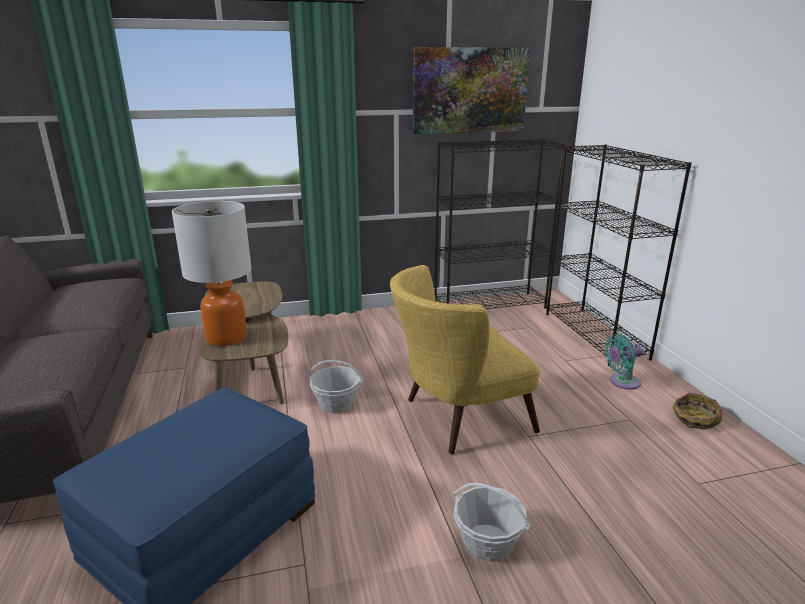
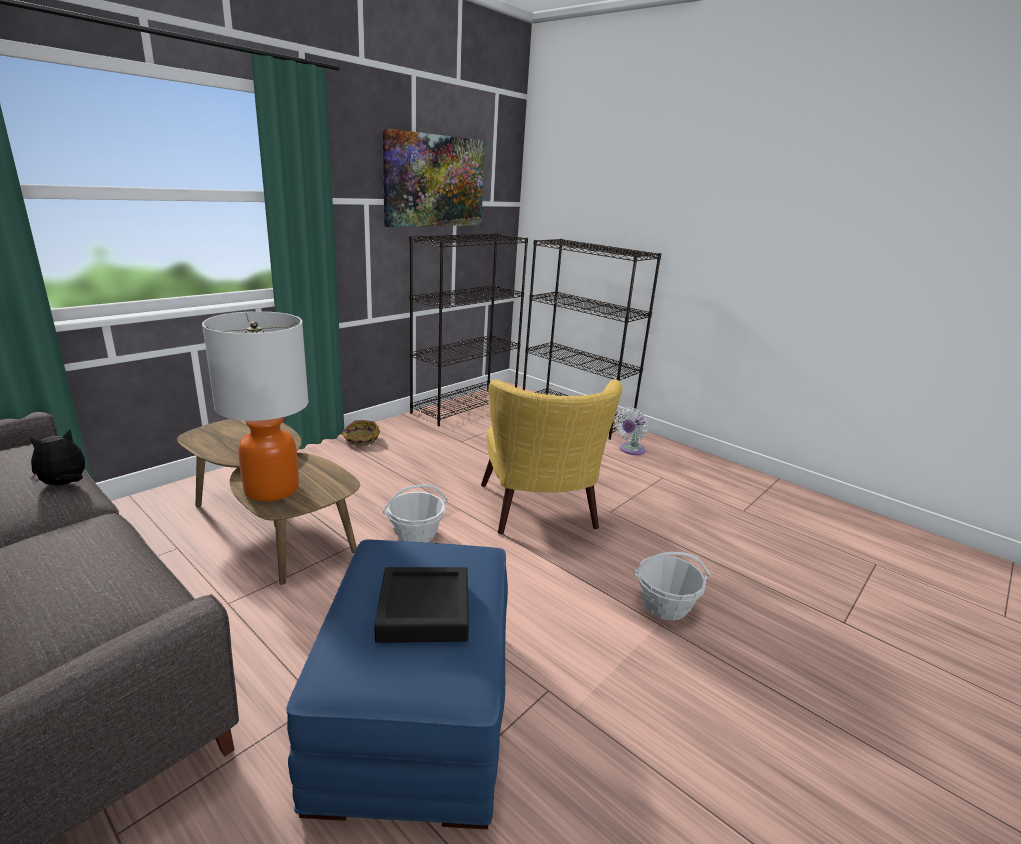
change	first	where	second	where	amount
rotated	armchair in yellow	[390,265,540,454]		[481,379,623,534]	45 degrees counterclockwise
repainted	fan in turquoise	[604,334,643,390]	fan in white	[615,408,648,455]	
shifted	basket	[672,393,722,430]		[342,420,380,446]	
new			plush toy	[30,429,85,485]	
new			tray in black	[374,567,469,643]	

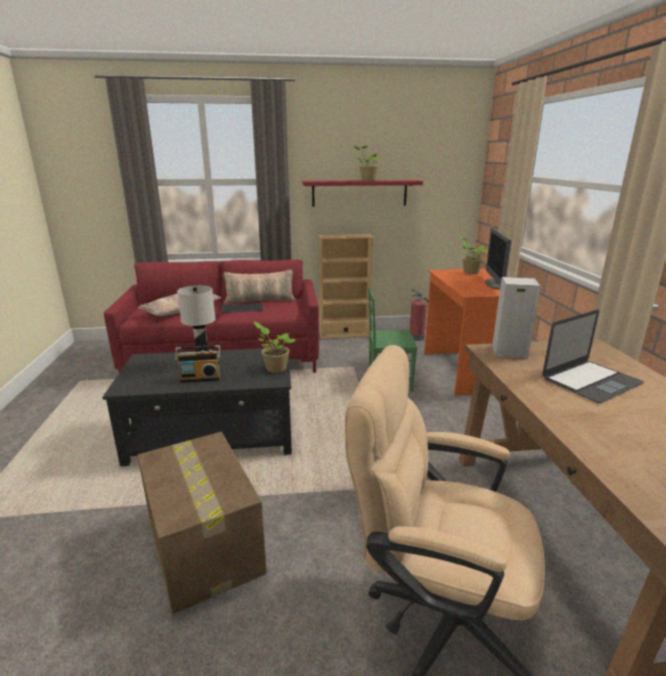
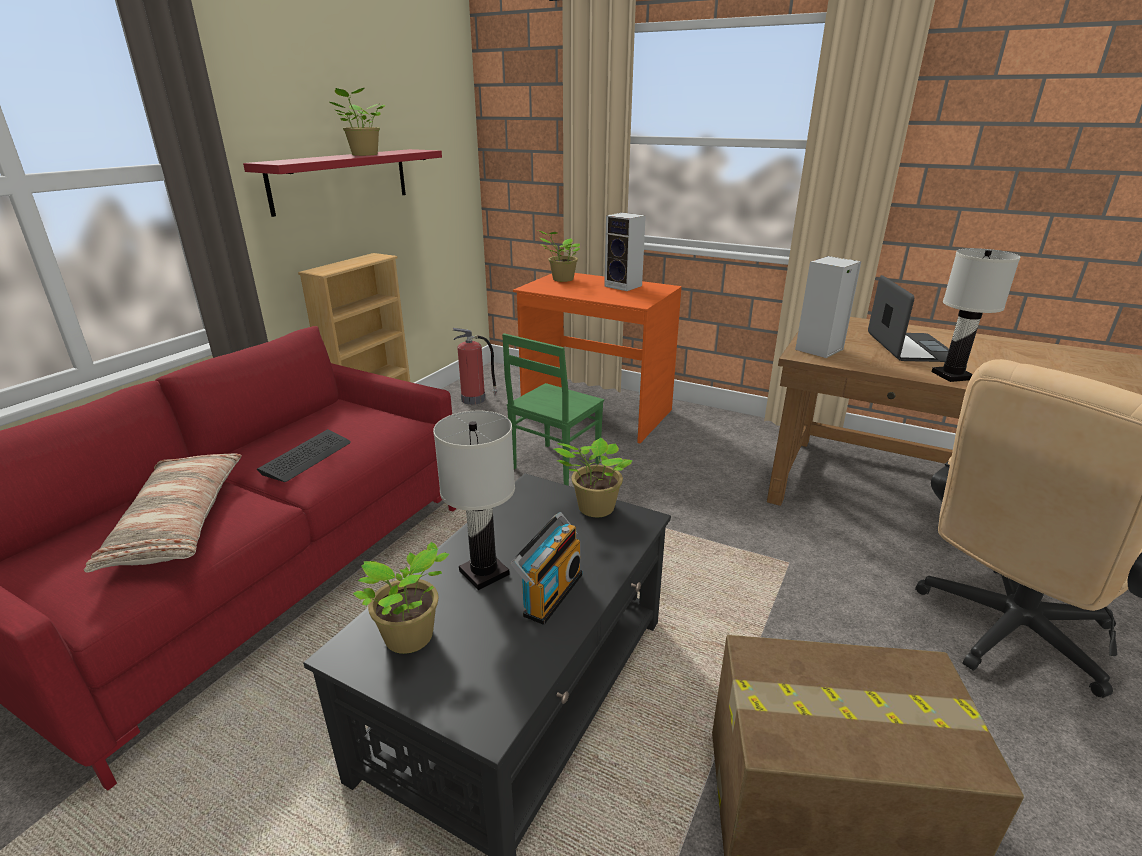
change	first	where	second	where	amount
gone	pillow	[223,270,295,304]			
swapped	monitor	[485,228,512,289]	speaker	[604,212,646,291]	
new			potted plant	[353,542,449,654]	
new			table lamp in white	[931,248,1020,382]	

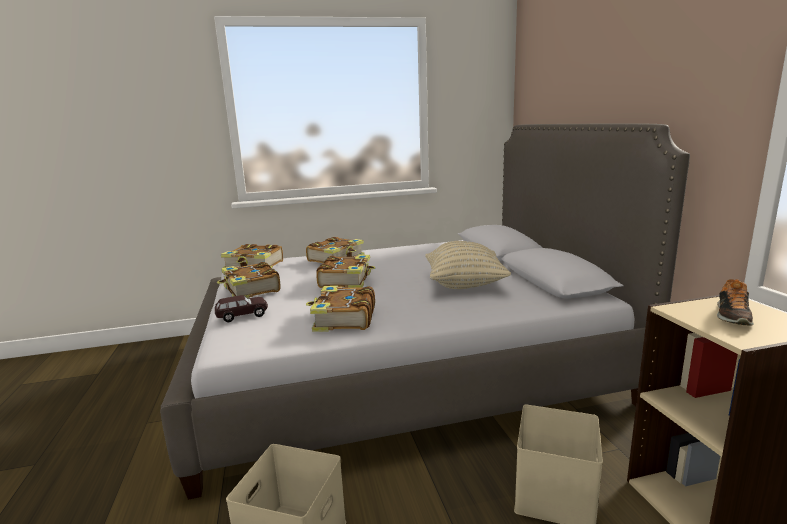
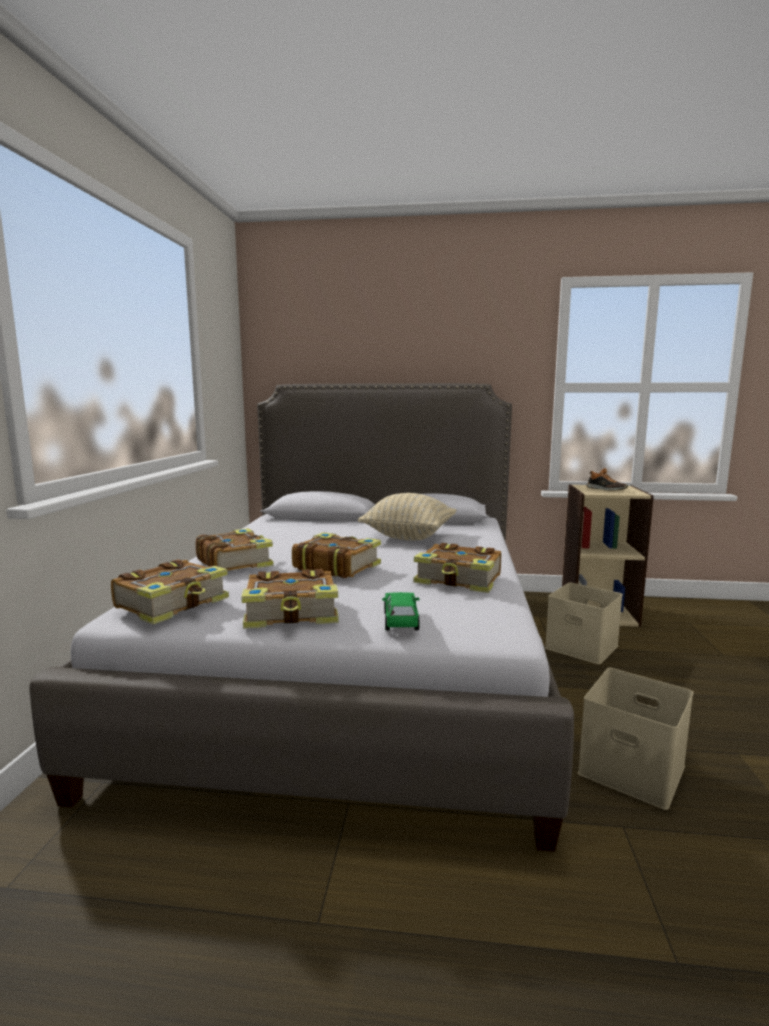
change	first	where	second	where	amount
repainted	toy car in brown	[215,295,268,322]	toy car in green	[382,592,420,630]	

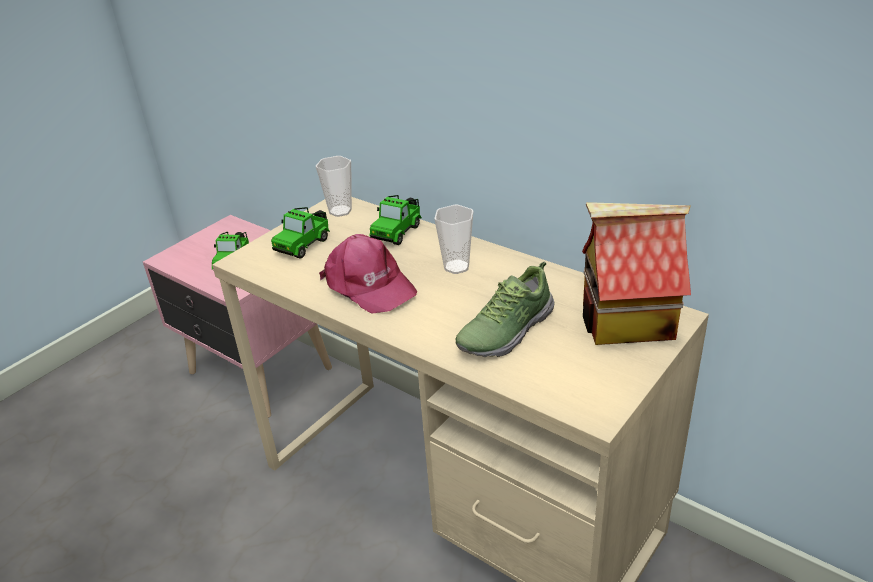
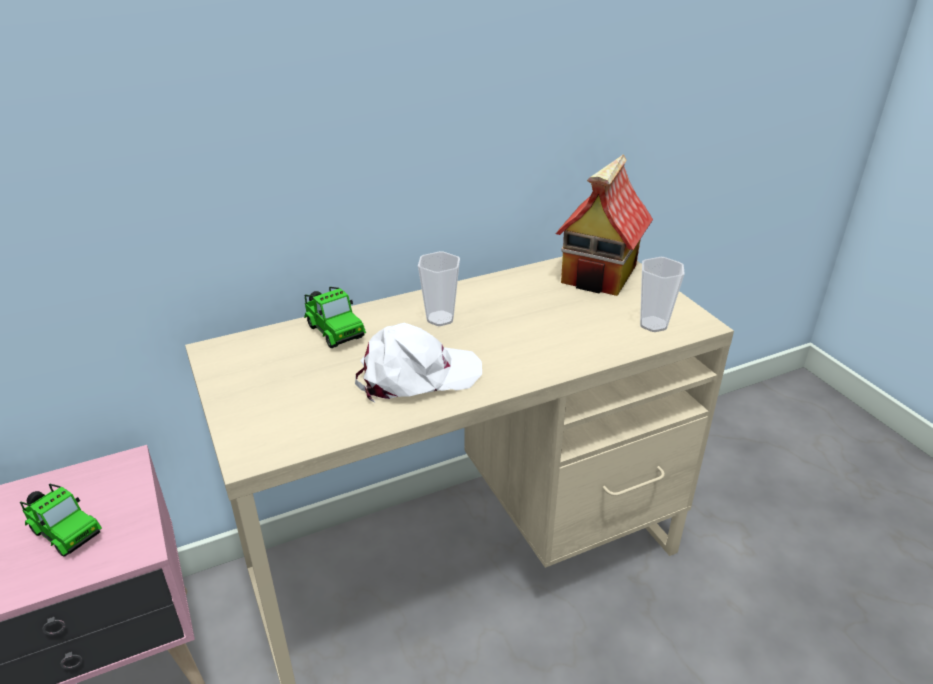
change	first	where	second	where	amount
gone	toy car	[271,207,330,259]			
shifted	cup	[316,156,352,217]		[640,257,685,332]	
repainted	cap in pink	[319,234,417,314]	cap in white	[355,323,482,402]	
gone	shoe	[455,262,554,357]			

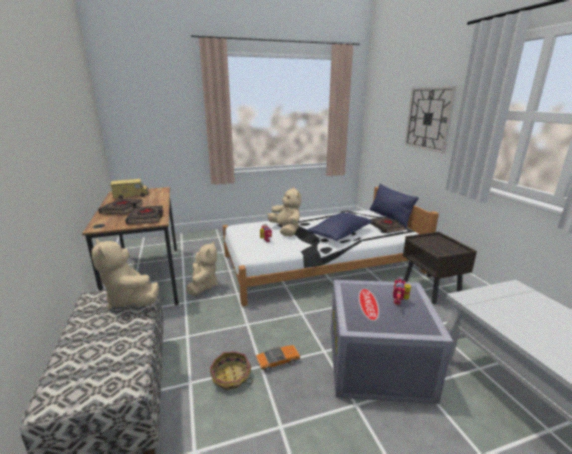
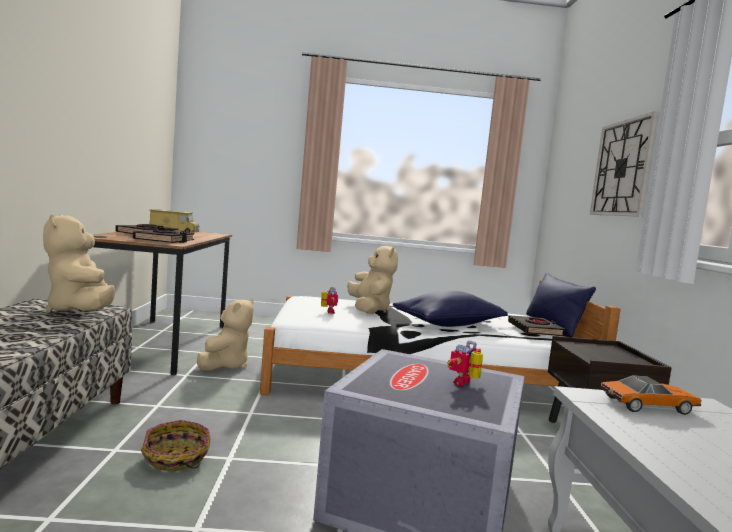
change	first	where	second	where	amount
shifted	toy car	[256,345,300,372]		[601,375,702,415]	

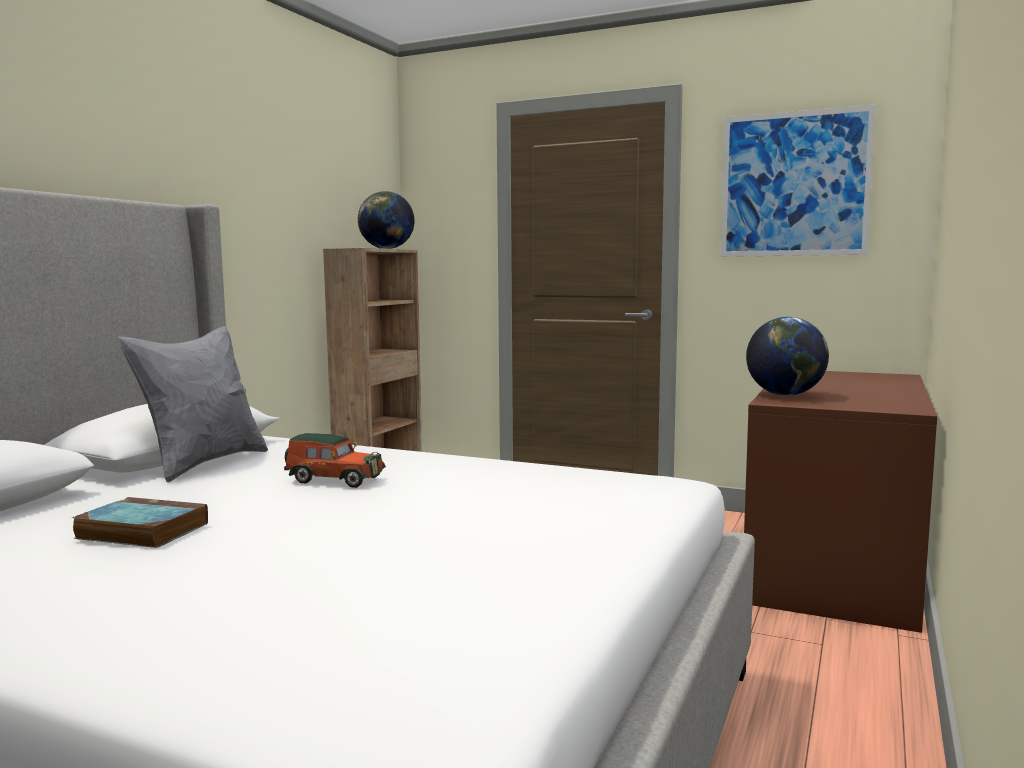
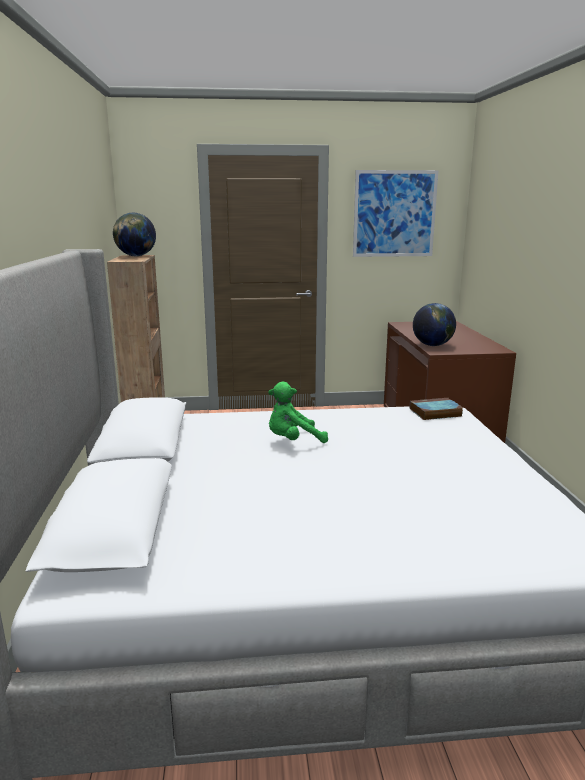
change	first	where	second	where	amount
shifted	book	[72,497,208,548]		[410,398,463,420]	
gone	pillow in grey	[118,325,268,482]			
swapped	toy car	[284,433,386,488]	plush toy in green	[268,382,328,443]	

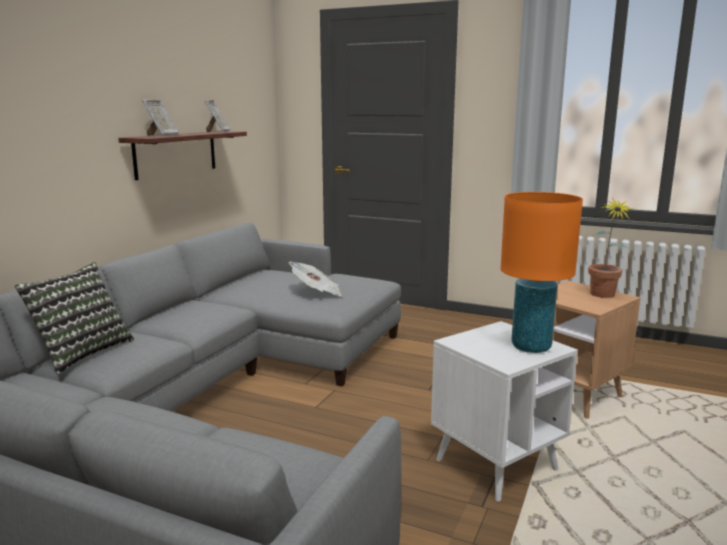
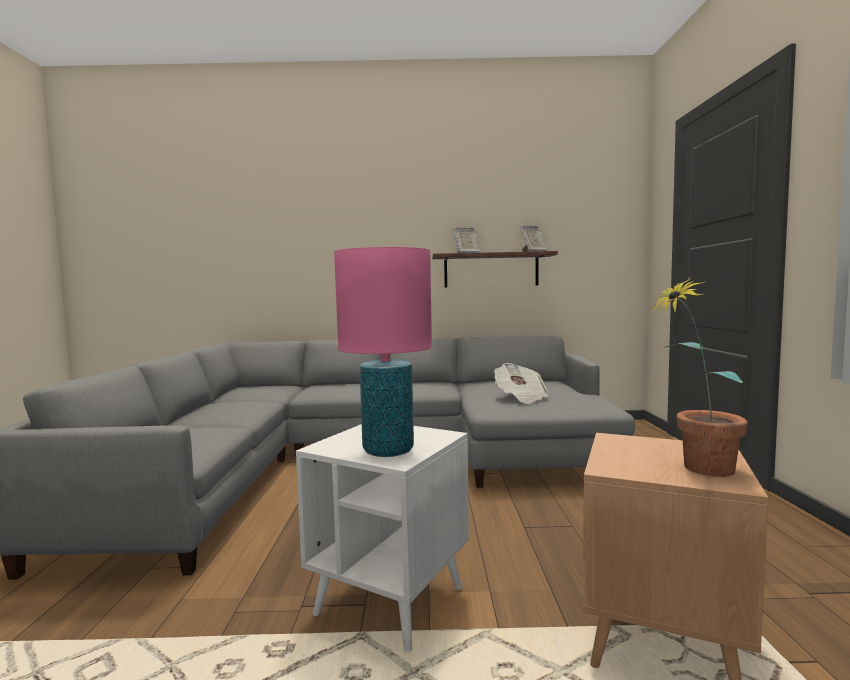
change	first	where	second	where	amount
gone	pillow	[15,262,134,374]			
repainted	table lamp in orange	[501,192,583,353]	table lamp in pink	[334,247,432,457]	

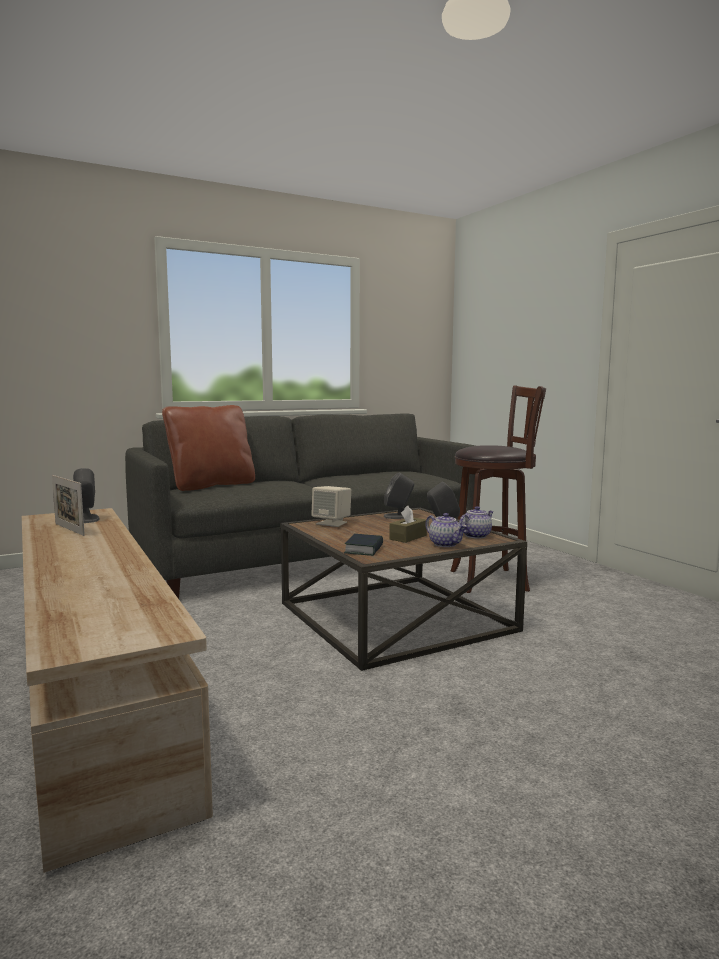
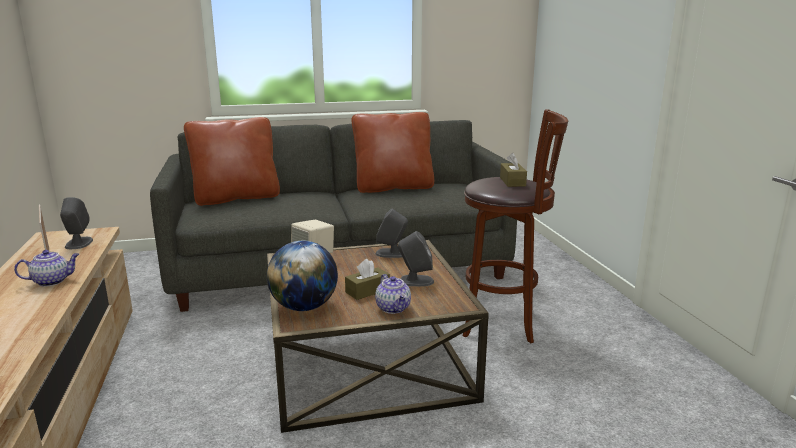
change	first	where	second	where	amount
swapped	book	[344,534,383,556]	globe	[267,241,338,311]	
shifted	teapot	[459,506,494,539]		[14,250,79,287]	
new			pillow in brown	[352,112,434,193]	
new			tissue box in brown	[500,153,527,187]	

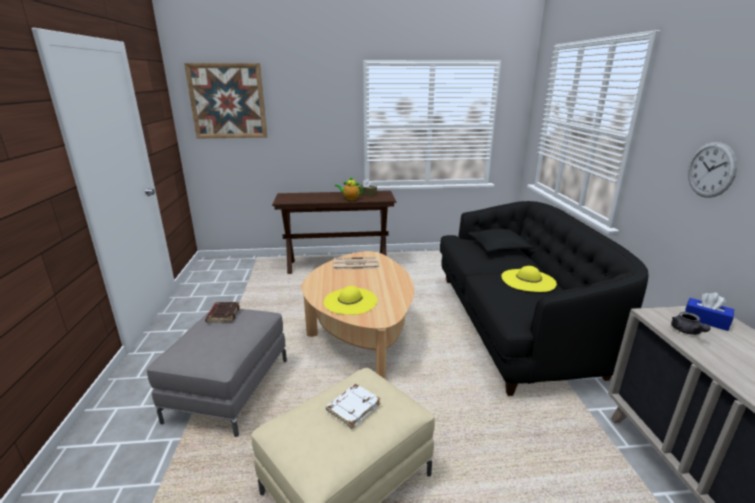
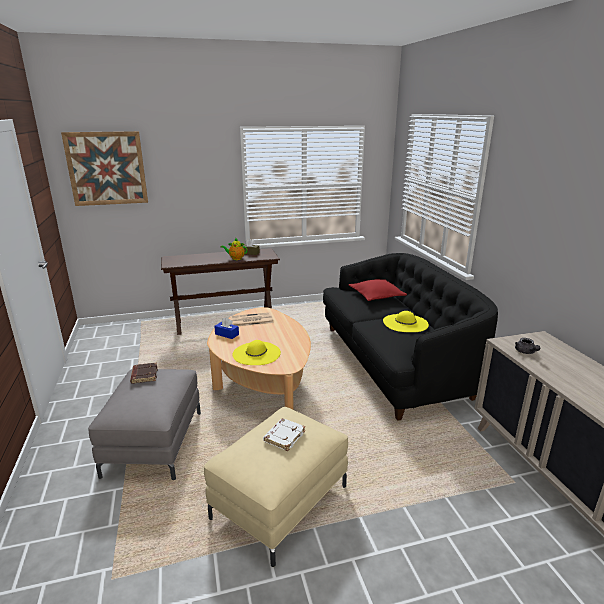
change	first	where	second	where	amount
repainted	pillow in black	[468,229,535,252]	pillow in red	[349,279,407,301]	
shifted	tissue box in blue	[685,293,734,331]		[214,317,239,339]	
gone	wall clock	[688,142,737,198]			

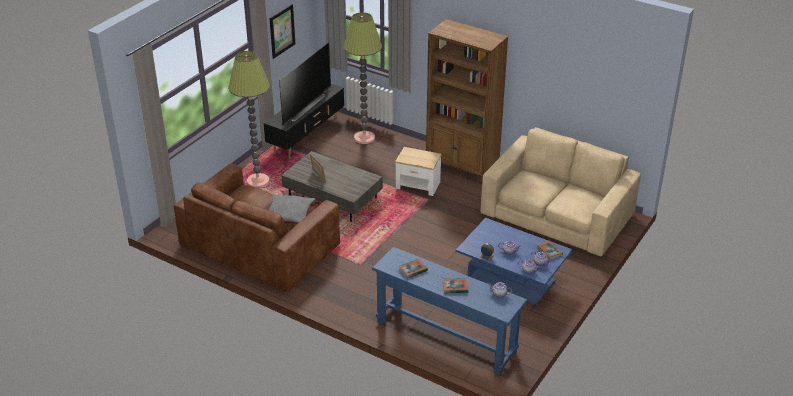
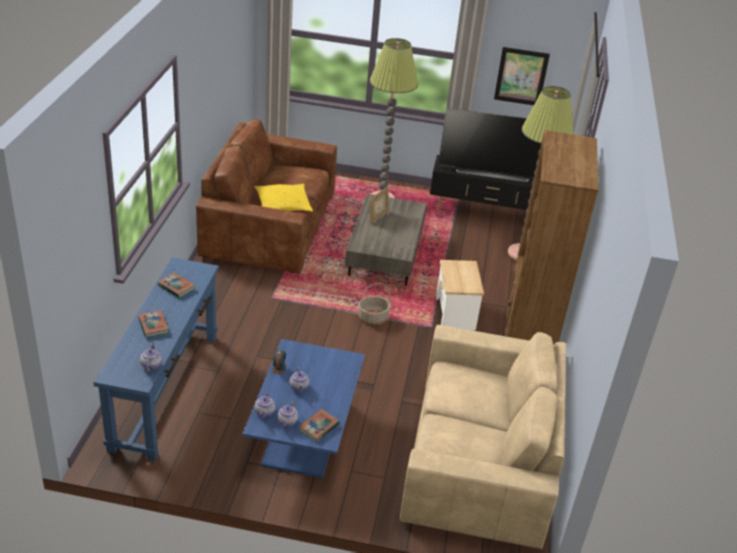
change	first	where	second	where	amount
repainted	pillow in grey	[269,194,315,223]	pillow in yellow	[254,184,313,212]	
new			basket	[358,283,391,324]	

